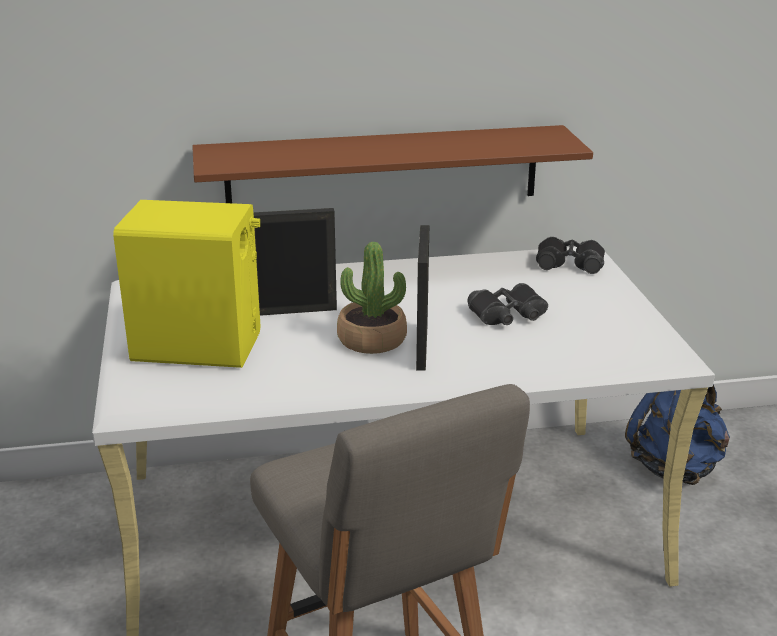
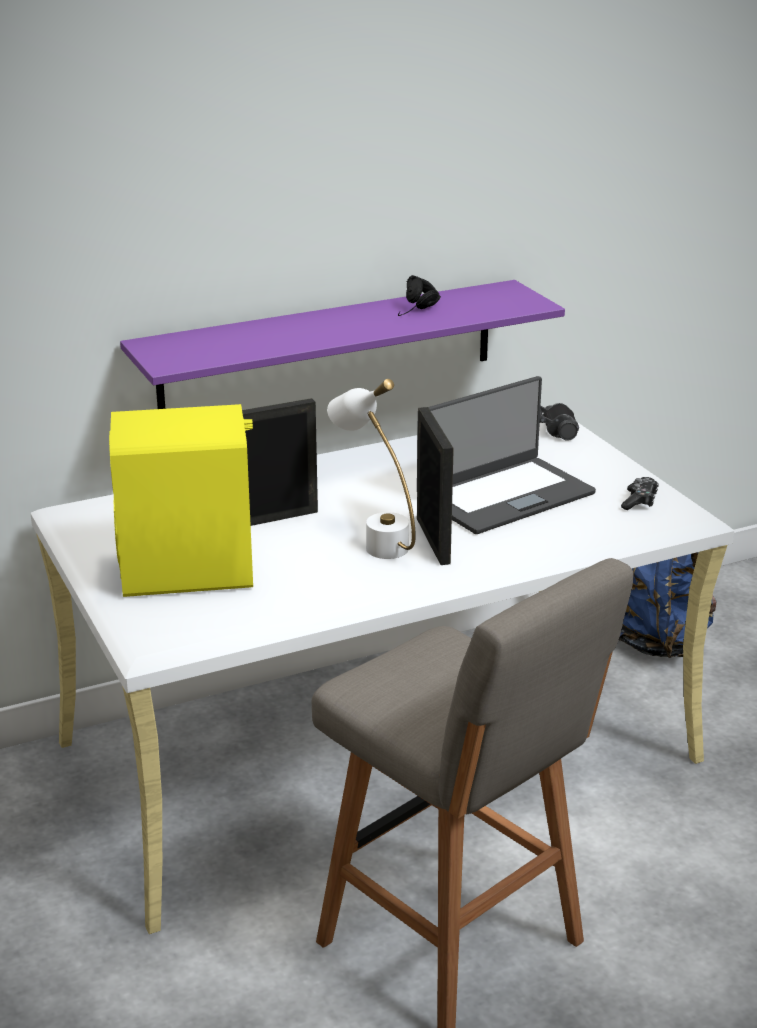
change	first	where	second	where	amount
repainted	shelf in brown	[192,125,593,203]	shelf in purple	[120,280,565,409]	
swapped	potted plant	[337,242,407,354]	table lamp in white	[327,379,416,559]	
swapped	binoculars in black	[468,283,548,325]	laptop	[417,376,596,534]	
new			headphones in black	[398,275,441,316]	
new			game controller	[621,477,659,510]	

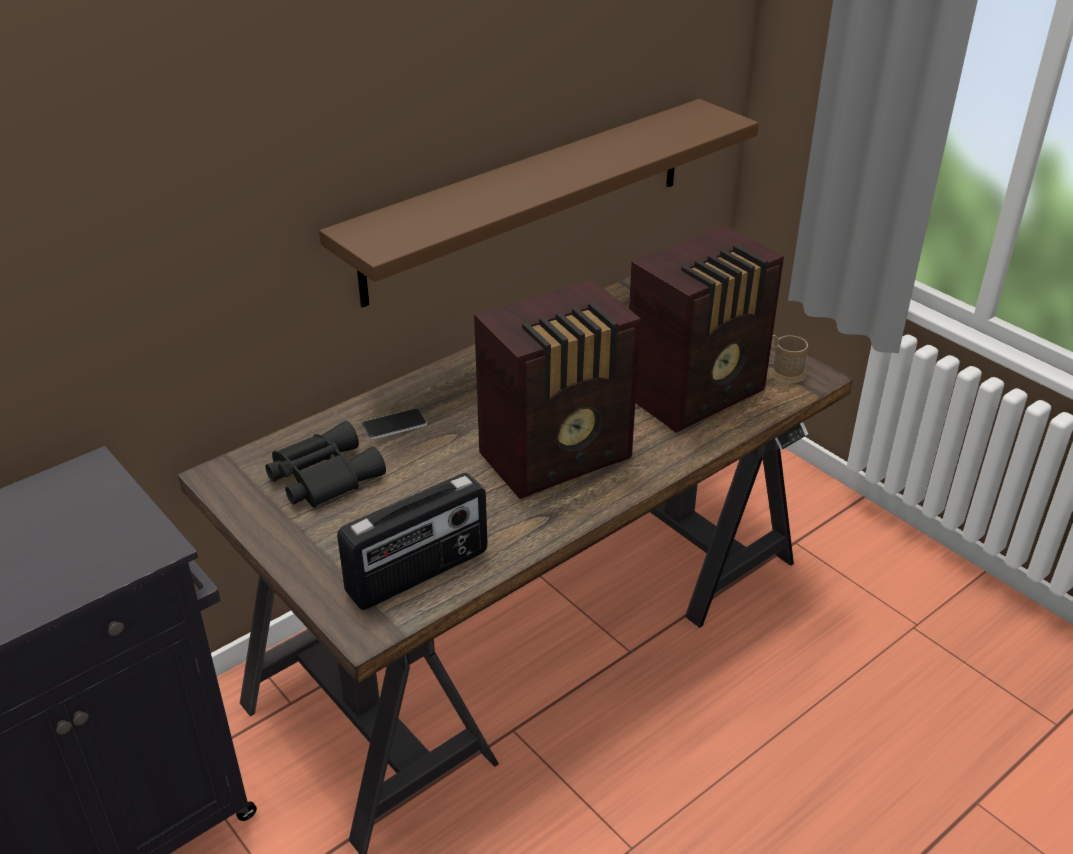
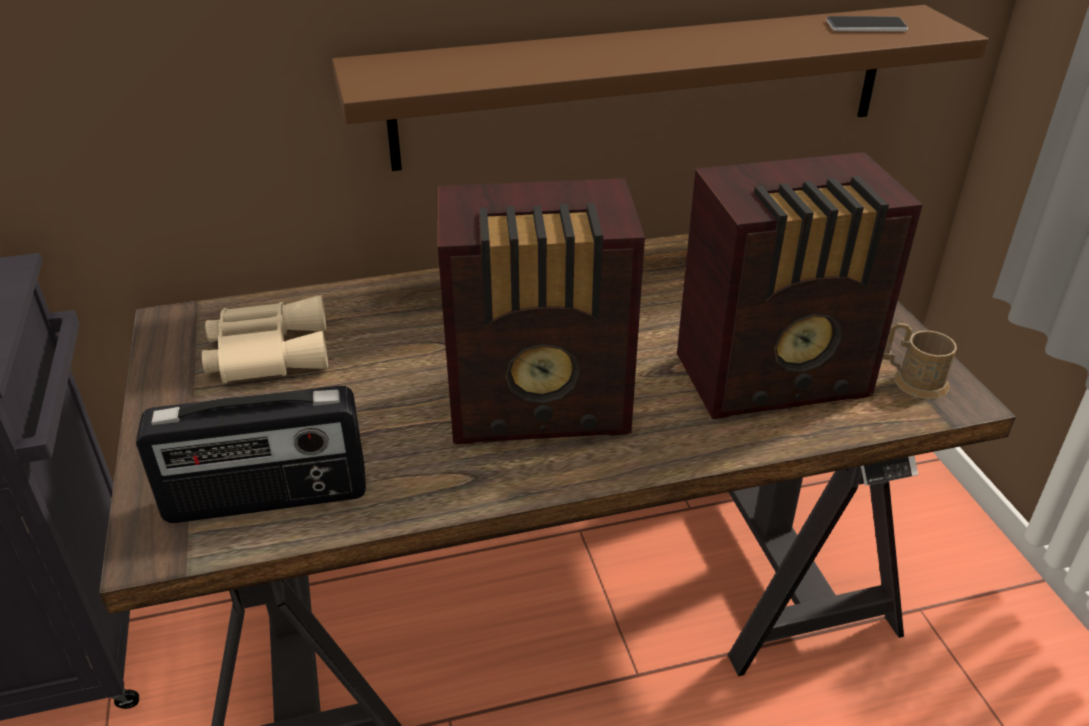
change	first	where	second	where	amount
repainted	binoculars in black	[265,421,386,508]	binoculars in beige	[202,295,328,383]	
shifted	phone	[362,408,427,440]		[826,16,908,32]	

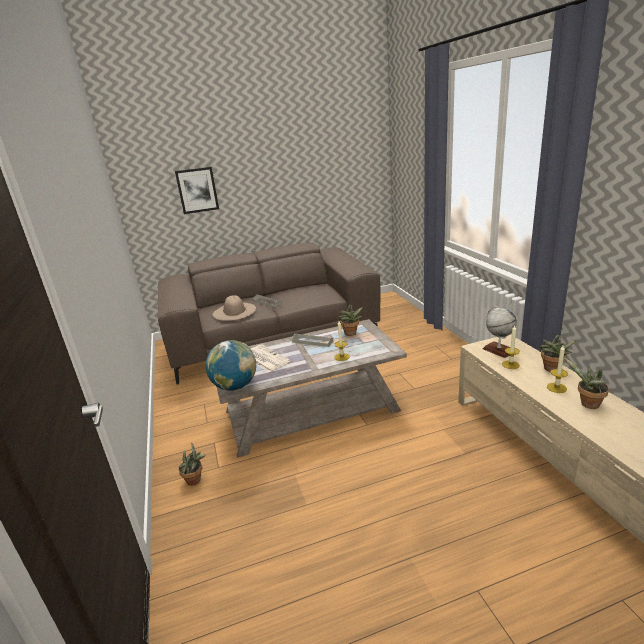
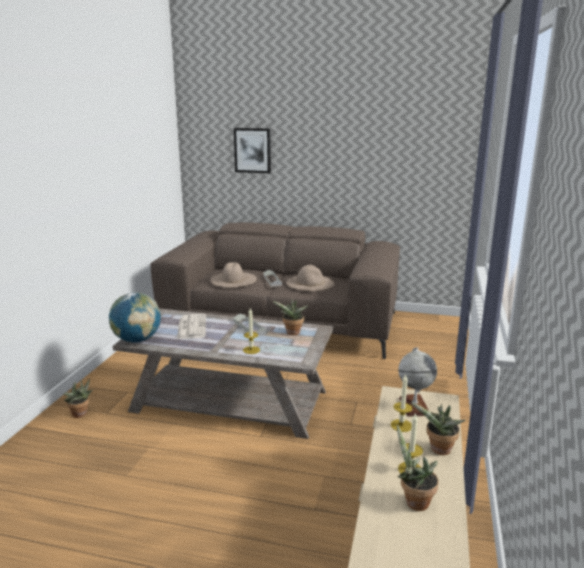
change	first	where	second	where	amount
new			hat in beige	[286,265,334,291]	

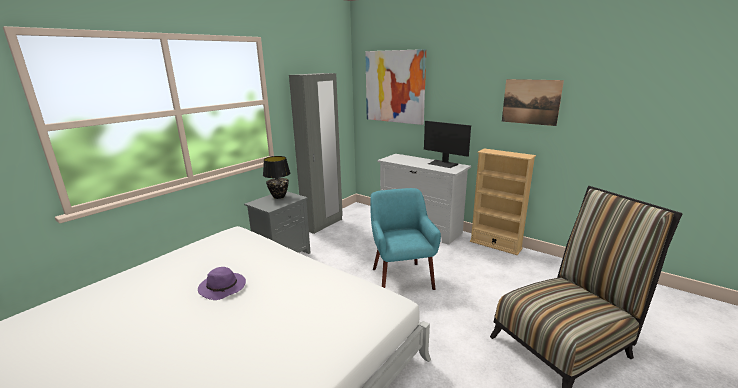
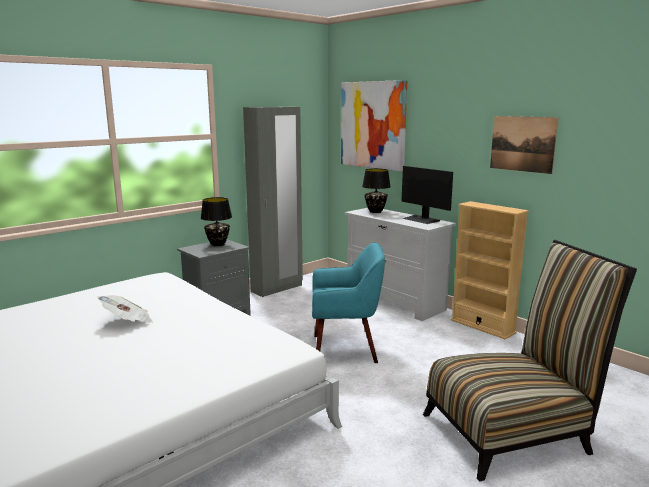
change	first	where	second	where	amount
swapped	hat in purple	[198,267,246,300]	newspaper	[97,295,153,323]	
rotated	armchair in turquoise	[371,188,441,290]		[312,242,385,363]	90 degrees clockwise
new			table lamp in black	[362,169,391,213]	

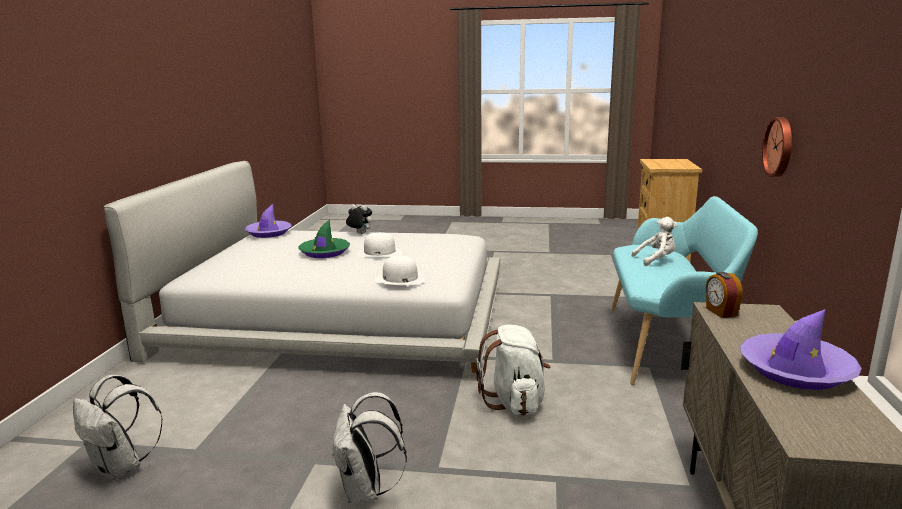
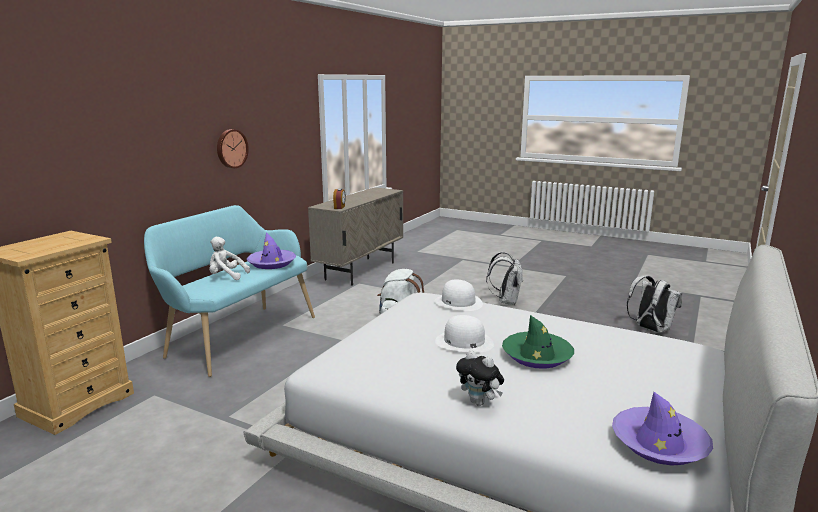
change	first	where	second	where	amount
shifted	hat in purple	[740,309,862,390]		[247,232,296,269]	

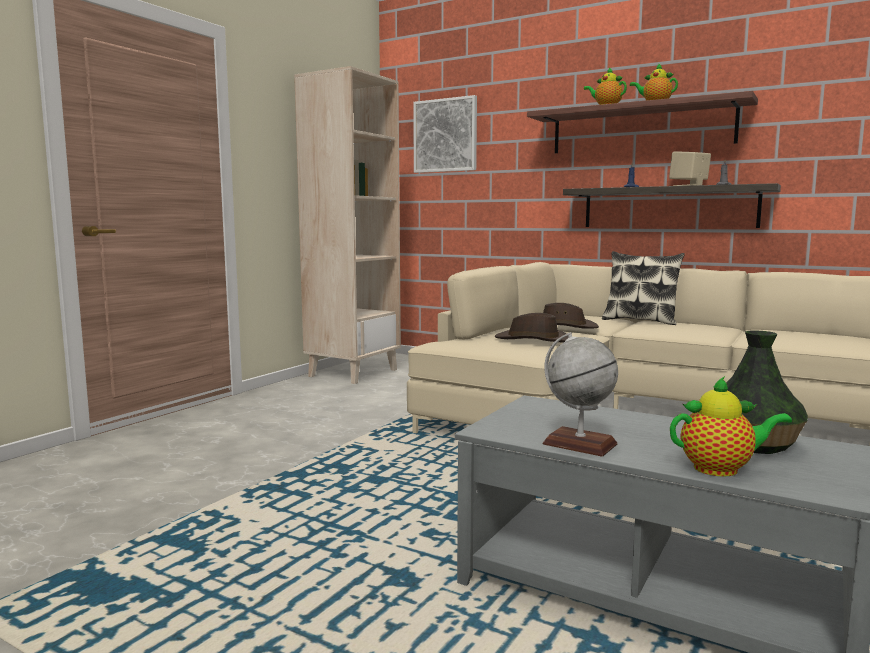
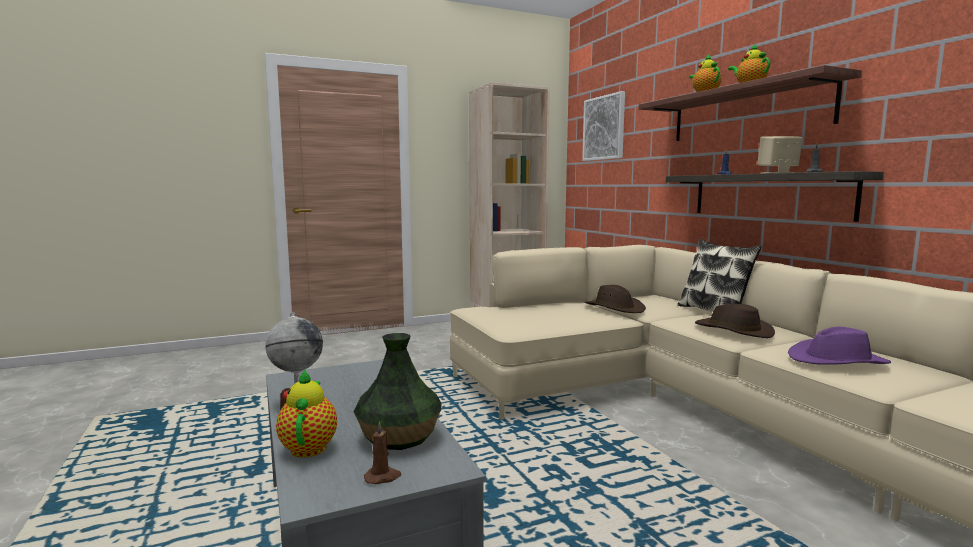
change	first	where	second	where	amount
shifted	hat in brown	[495,313,568,342]		[695,304,775,338]	
rotated	teapot	[670,376,792,477]		[276,370,337,458]	135 degrees counterclockwise
new			candle in brown	[364,421,401,484]	
new			hat in purple	[788,327,891,365]	

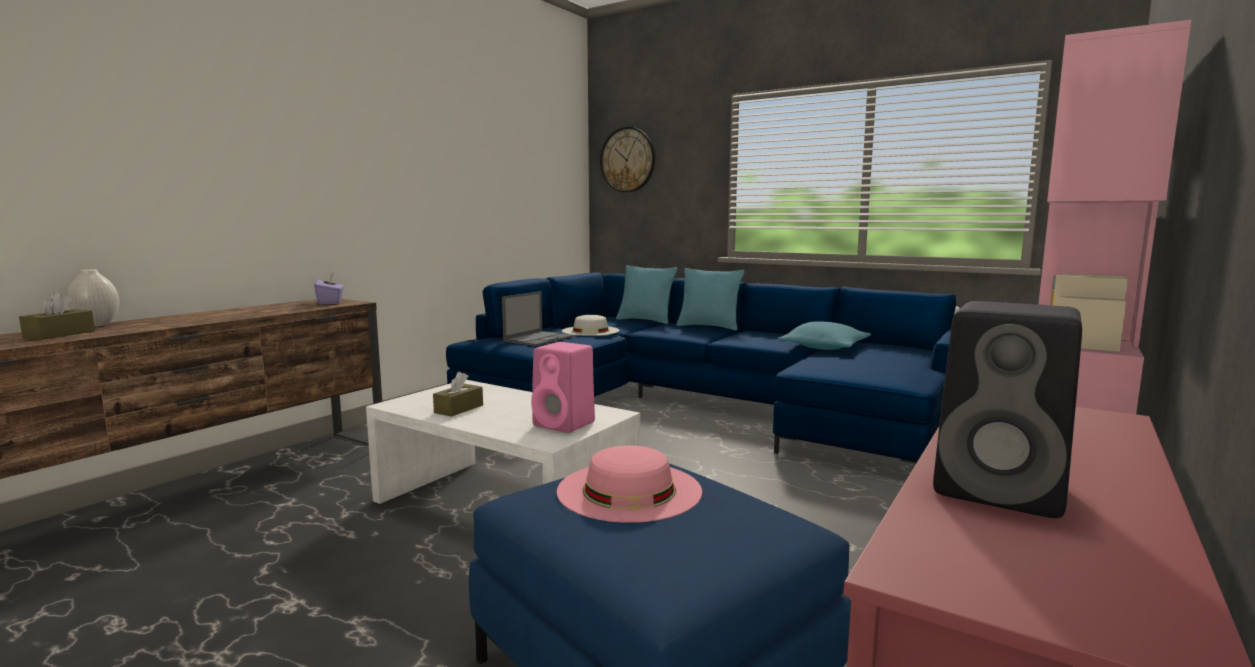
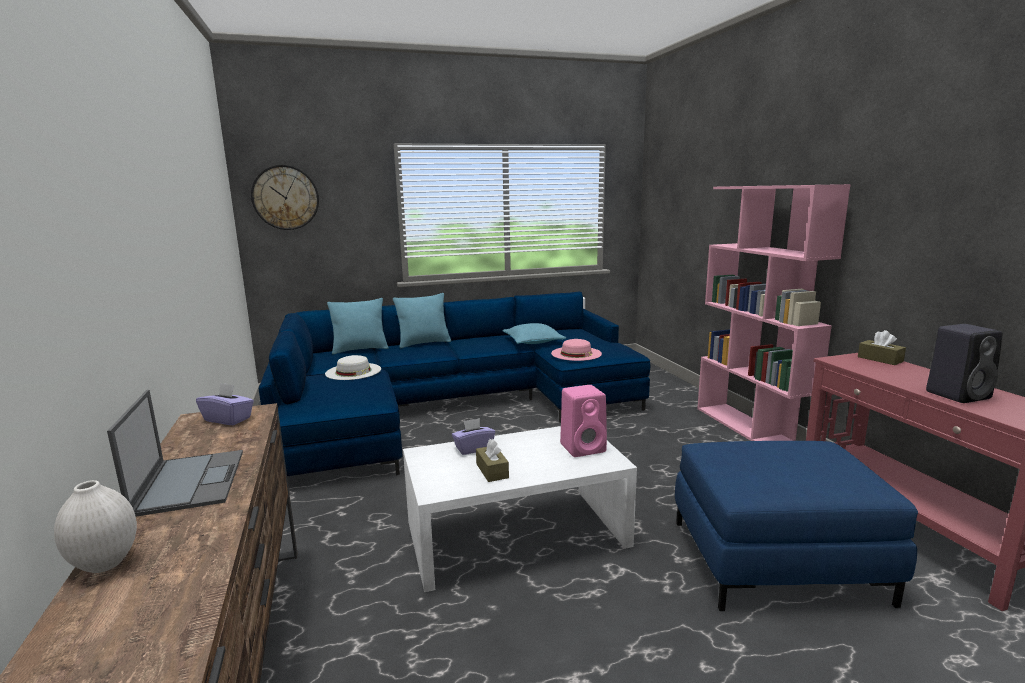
change	first	where	second	where	amount
shifted	tissue box in brown	[19,292,95,340]		[858,330,906,365]	
shifted	laptop	[502,291,573,346]		[107,390,243,517]	
shifted	hat in pink	[557,445,702,523]		[551,339,602,361]	
new			tissue box in purple	[452,418,495,455]	

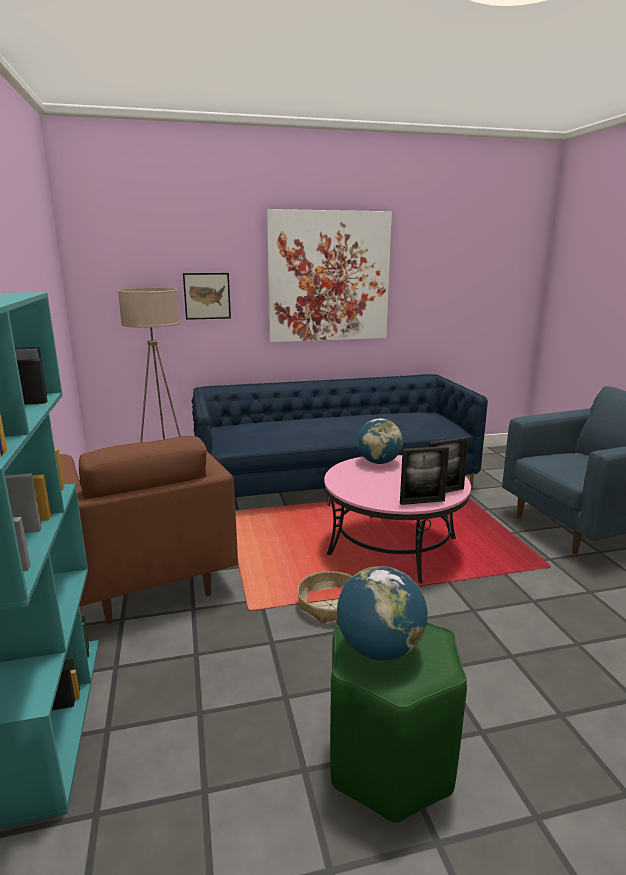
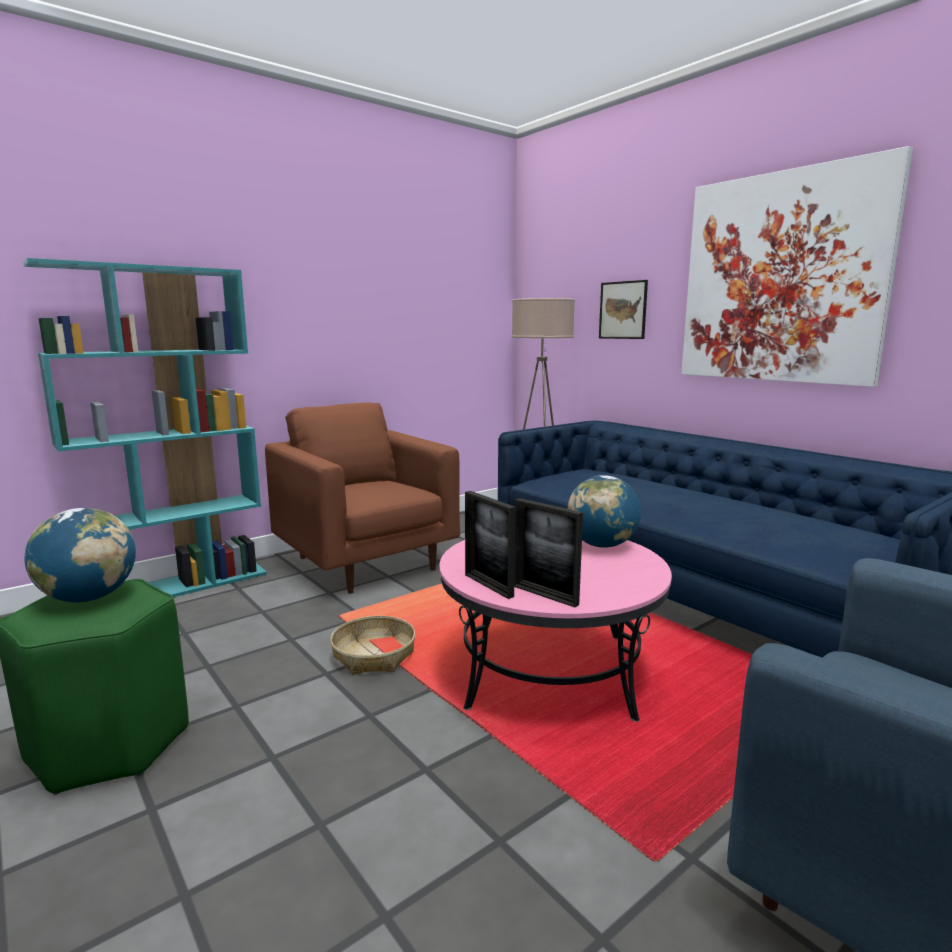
change	first	where	second	where	amount
rotated	armchair in brown	[60,436,238,624]		[265,403,460,594]	105 degrees clockwise

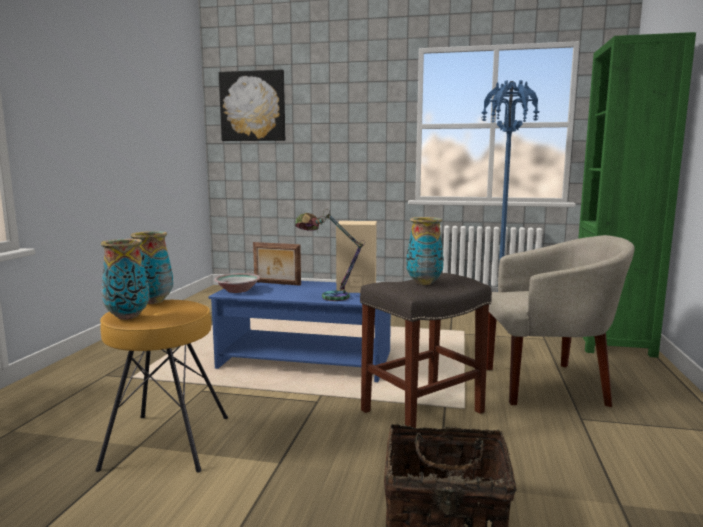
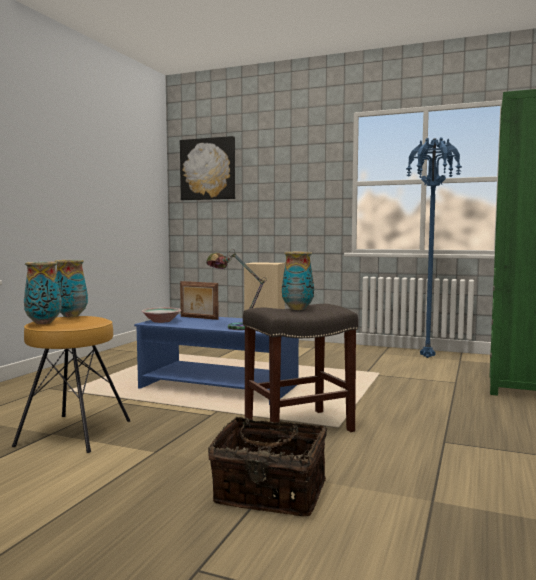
change	first	where	second	where	amount
gone	armchair in beige	[486,235,635,407]			

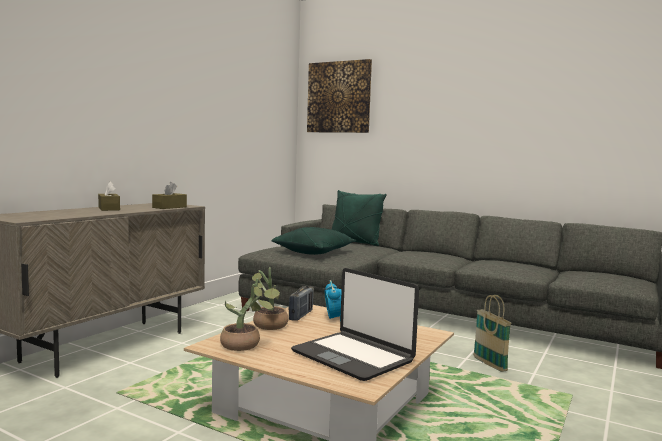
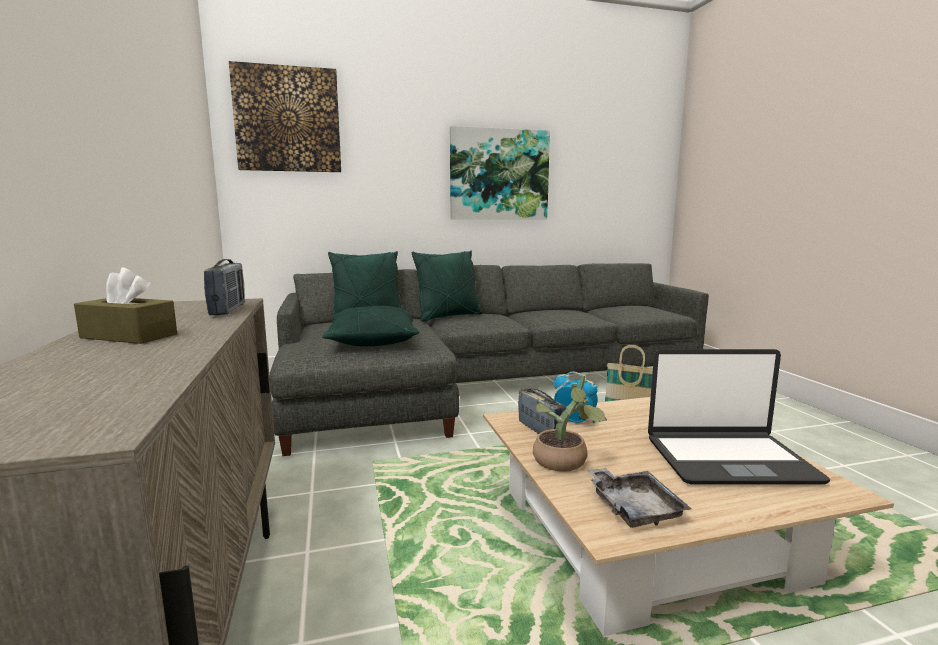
change	first	where	second	where	amount
swapped	tissue box in brown	[152,182,187,209]	radio	[204,259,245,315]	
swapped	potted plant	[220,278,274,351]	tray in grey	[587,468,691,528]	
new			pillow in green	[412,251,483,322]	
new			picture	[450,126,550,220]	

